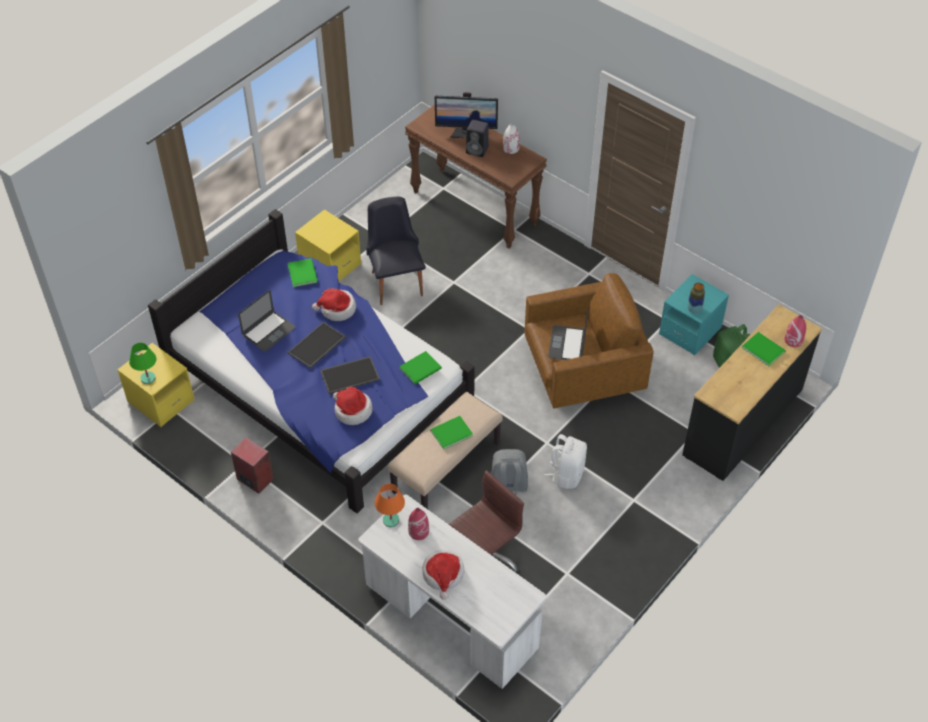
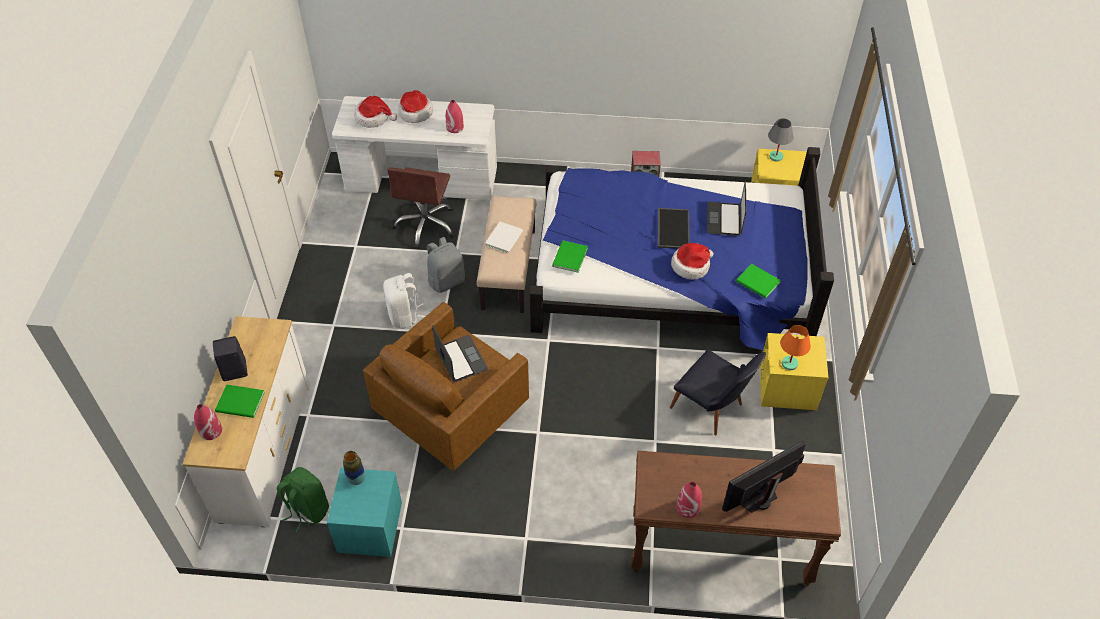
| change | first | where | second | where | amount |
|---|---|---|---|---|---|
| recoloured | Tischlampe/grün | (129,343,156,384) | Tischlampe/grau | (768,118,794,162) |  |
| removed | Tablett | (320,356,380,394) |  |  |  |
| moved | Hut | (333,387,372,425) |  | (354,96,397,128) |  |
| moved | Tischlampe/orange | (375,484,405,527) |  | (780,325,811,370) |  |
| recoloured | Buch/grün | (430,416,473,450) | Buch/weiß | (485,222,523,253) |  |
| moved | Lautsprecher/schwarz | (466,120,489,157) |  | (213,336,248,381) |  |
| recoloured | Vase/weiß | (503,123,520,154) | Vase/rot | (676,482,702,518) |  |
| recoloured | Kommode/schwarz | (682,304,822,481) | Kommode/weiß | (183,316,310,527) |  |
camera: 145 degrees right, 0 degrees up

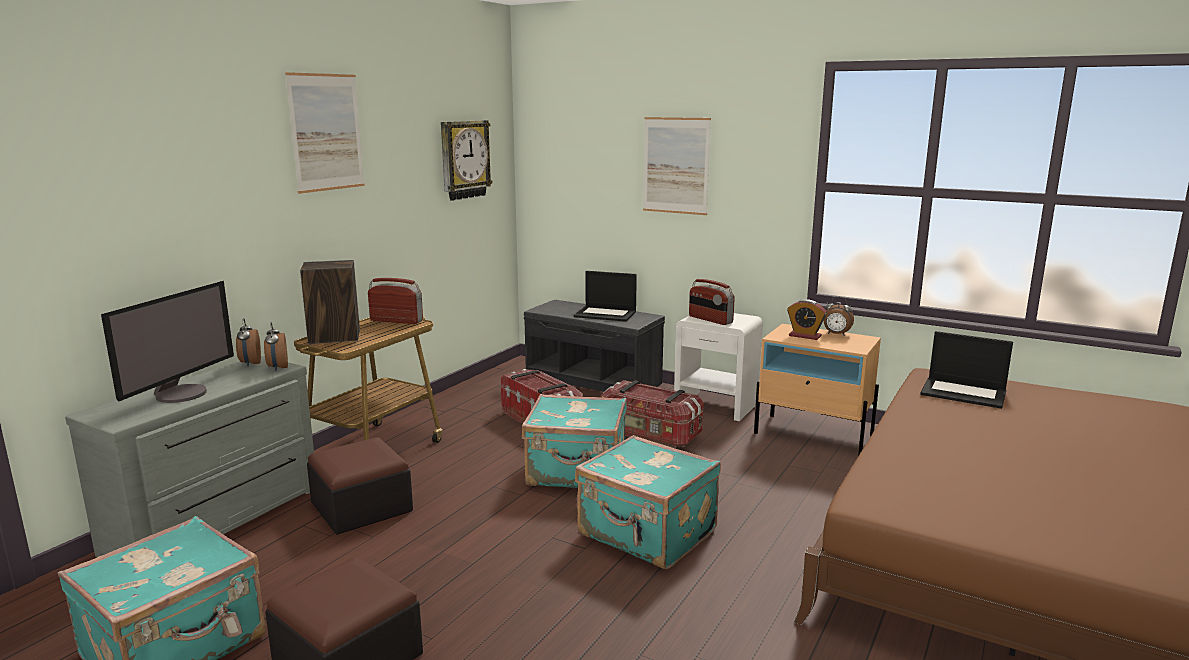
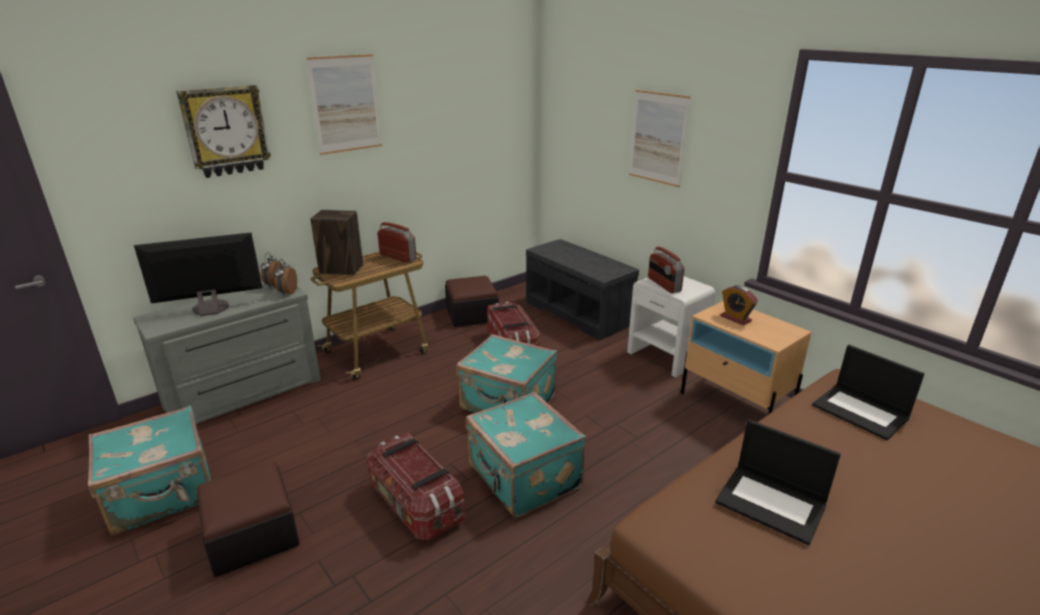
| change | first | where | second | where | amount |
|---|---|---|---|---|---|
| turned | Monitor | (101,281,234,403) |  | (134,232,263,316) | 150 degrees counterclockwise |
| moved | Polsterhocker | (307,437,413,535) |  | (445,276,499,327) |  |
| moved | Wanduhr | (441,120,492,201) |  | (176,85,271,178) |  |
| moved | Laptop | (574,271,637,322) |  | (715,420,841,545) |  |
| moved | Aufbewahrungsbox | (601,380,704,448) |  | (366,432,465,540) |  |
| removed | Wecker | (824,296,854,336) |  |  |  |
camera: 20 degrees right, 10 degrees up

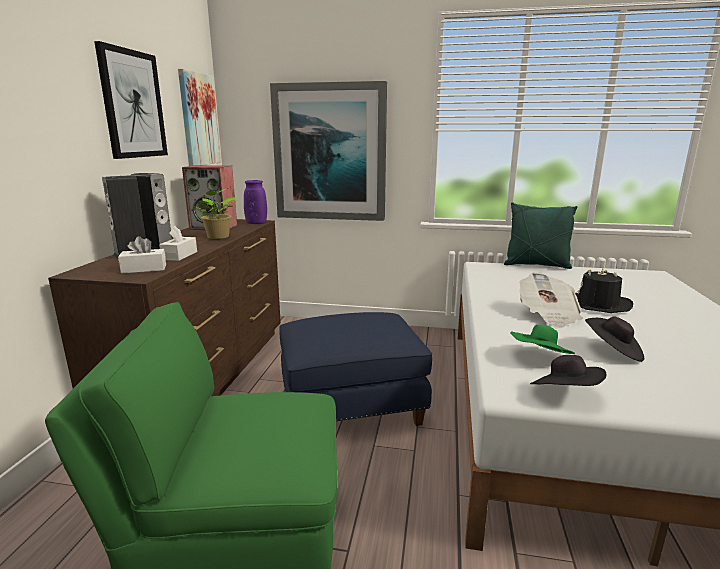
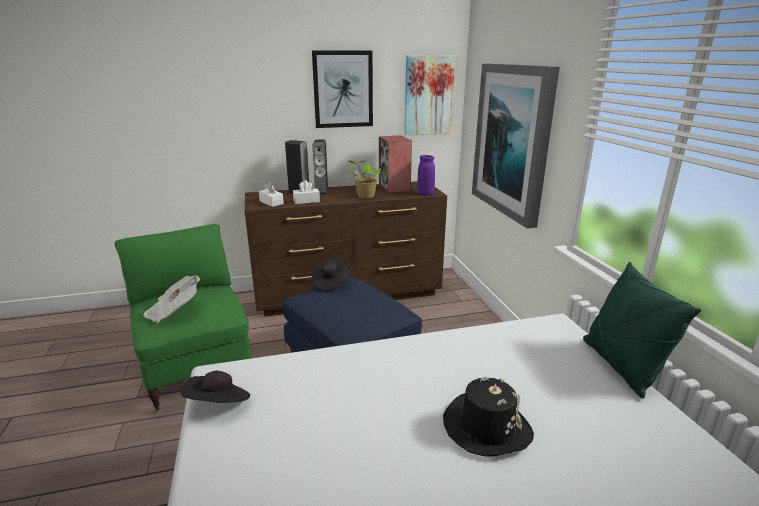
| change | first | where | second | where | amount |
|---|---|---|---|---|---|
| removed | Hut/grün | (510,325,575,354) |  |  |  |
| moved | Zeitung | (519,272,583,329) |  | (143,276,200,323) |  |
| moved | Hut/schwarz | (585,317,644,362) |  | (312,259,350,291) |  |
camera: 65 degrees right, 5 degrees up

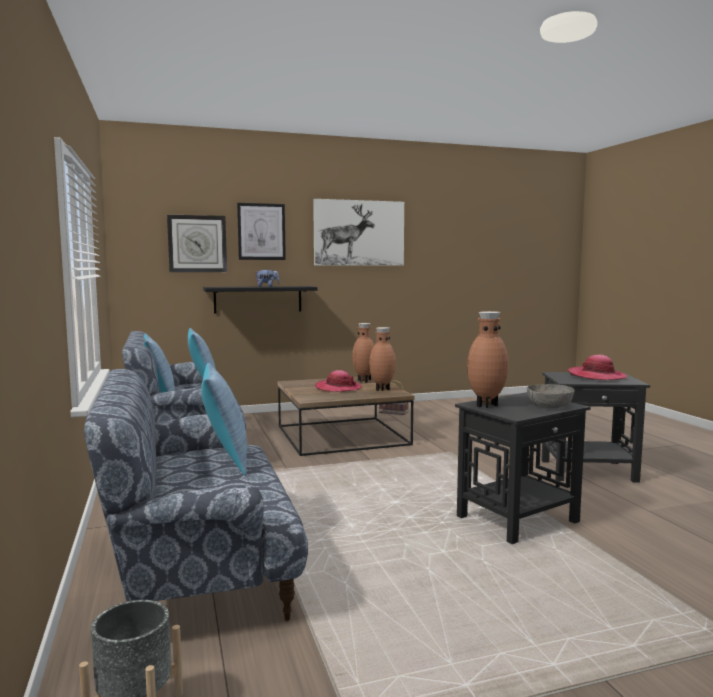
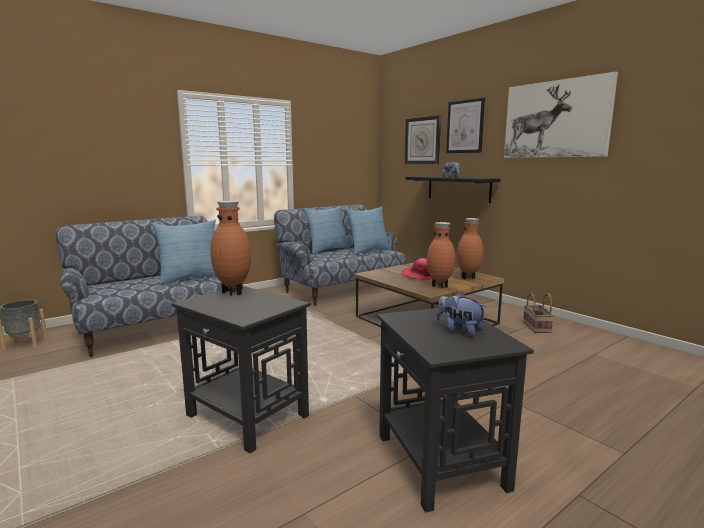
| change | first | where | second | where | amount |
|---|---|---|---|---|---|
| removed | Schüssel/grau | (527,384,575,408) |  |  |  |
| replaced | Hut | (568,355,627,380) | Plüschtier | (436,292,487,337) |  |
camera: 70 degrees right, 5 degrees up

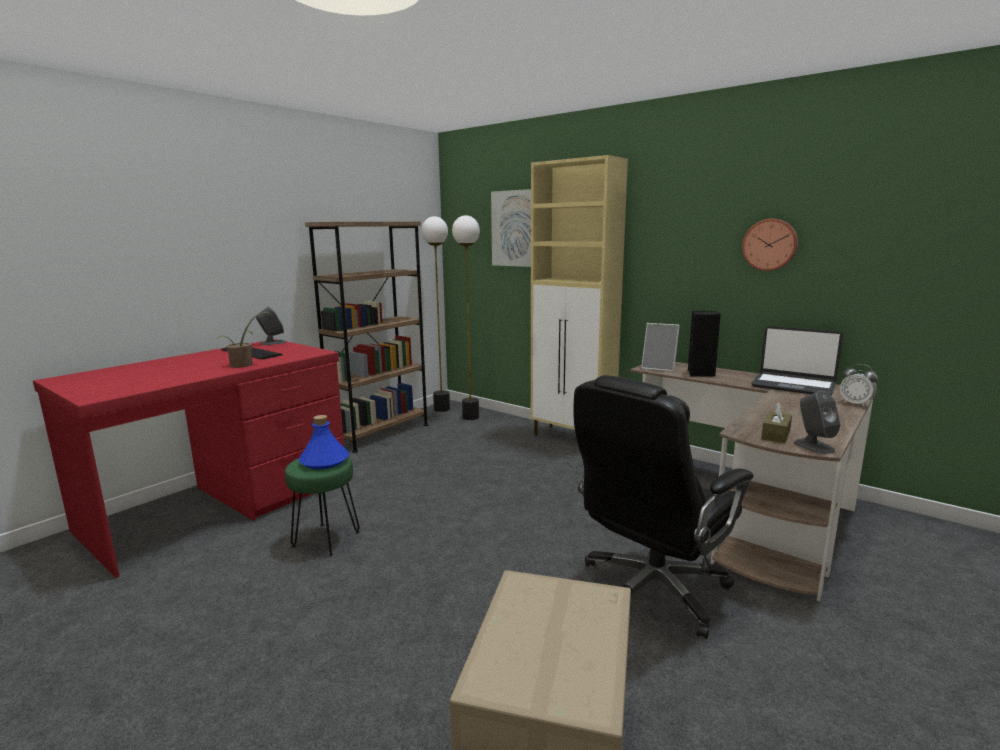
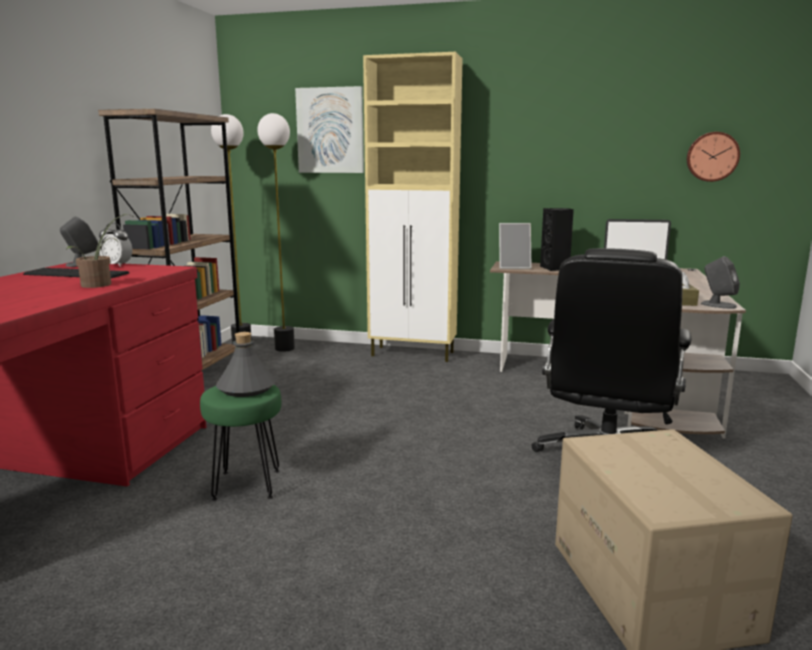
| change | first | where | second | where | amount |
|---|---|---|---|---|---|
| recoloured | Flasche/blau | (299,415,349,470) | Flasche/grau | (216,332,276,397) |  |
| moved | Wanduhr | (742,219,798,271) |  | (687,132,740,182) |  |
| moved | Wecker | (840,364,878,407) |  | (99,223,132,267) |  |
camera: 25 degrees left, 0 degrees up

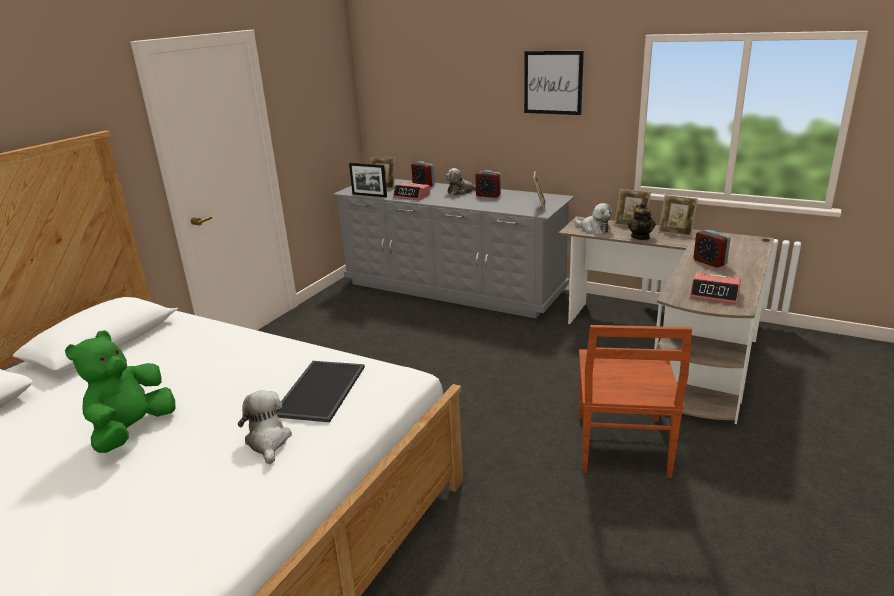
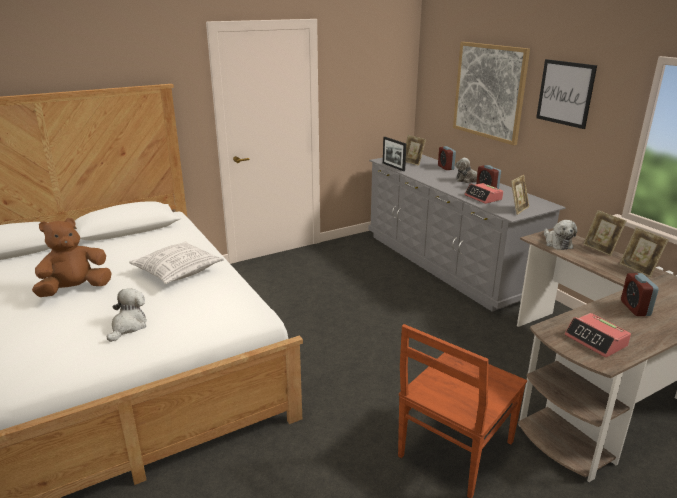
| change | first | where | second | where | amount |
|---|---|---|---|---|---|
| recoloured | Plüschtier/grün | (65,330,175,453) | Plüschtier/braun | (32,218,112,297) |  |
| removed | Tablett | (277,361,365,422) |  |  |  |
| moved | Wecker | (393,183,430,200) |  | (464,183,503,204) |  |
| removed | Teekanne | (627,202,656,240) |  |  |  |
| added |  |  | Kissen | (129,241,224,284) |  |
| added |  |  | Bild | (453,42,530,145) |  |
camera: 30 degrees right, 0 degrees up

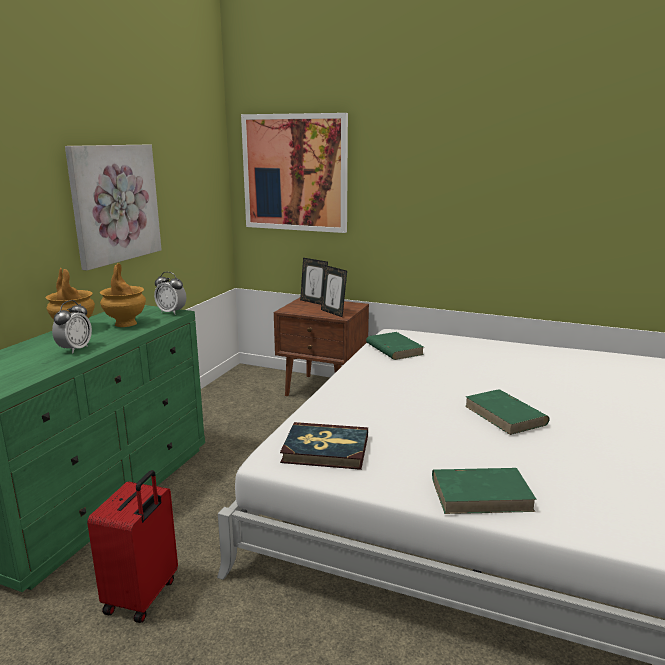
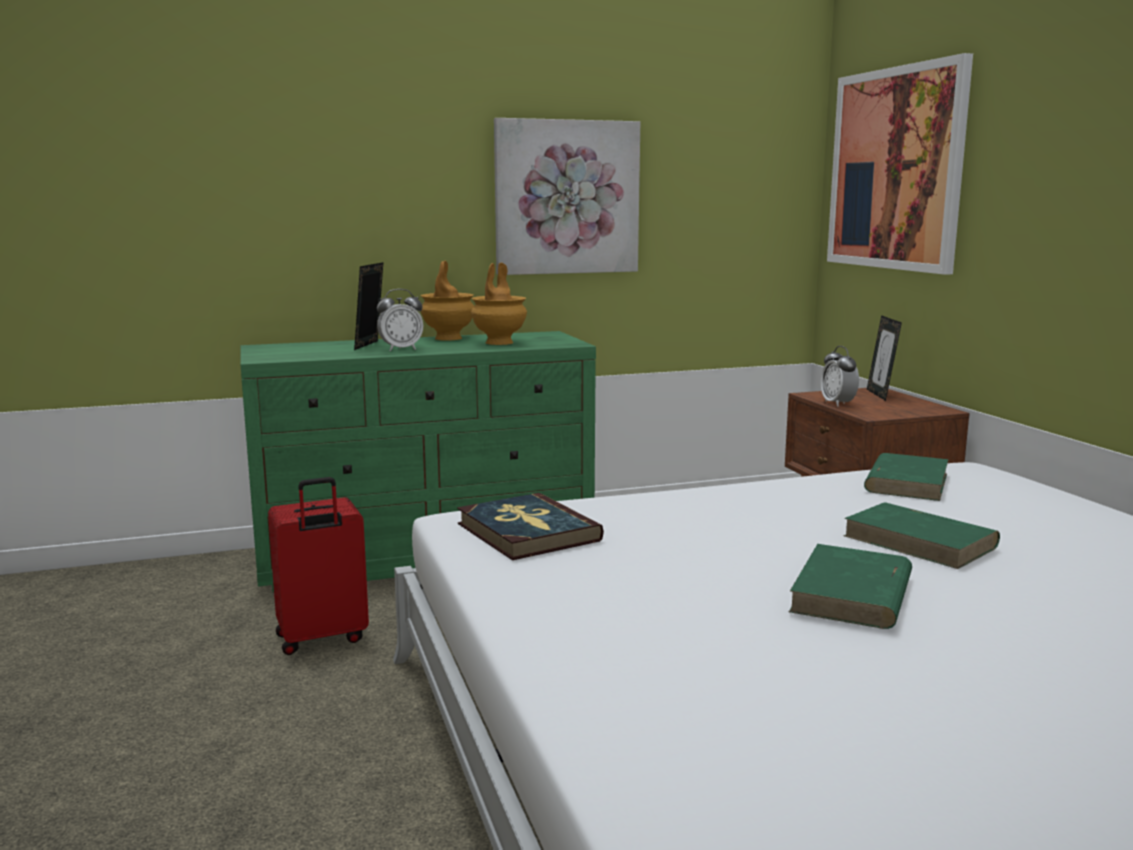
| change | first | where | second | where | amount |
|---|---|---|---|---|---|
| moved | Wecker | (154,272,186,315) |  | (821,346,859,407) |  |
| moved | Bilderrahmen | (321,265,347,317) |  | (354,262,383,350) |  |
| moved | Buch/grün | (432,468,537,514) |  | (843,502,1000,569) |  |
camera: 50 degrees right, 5 degrees down

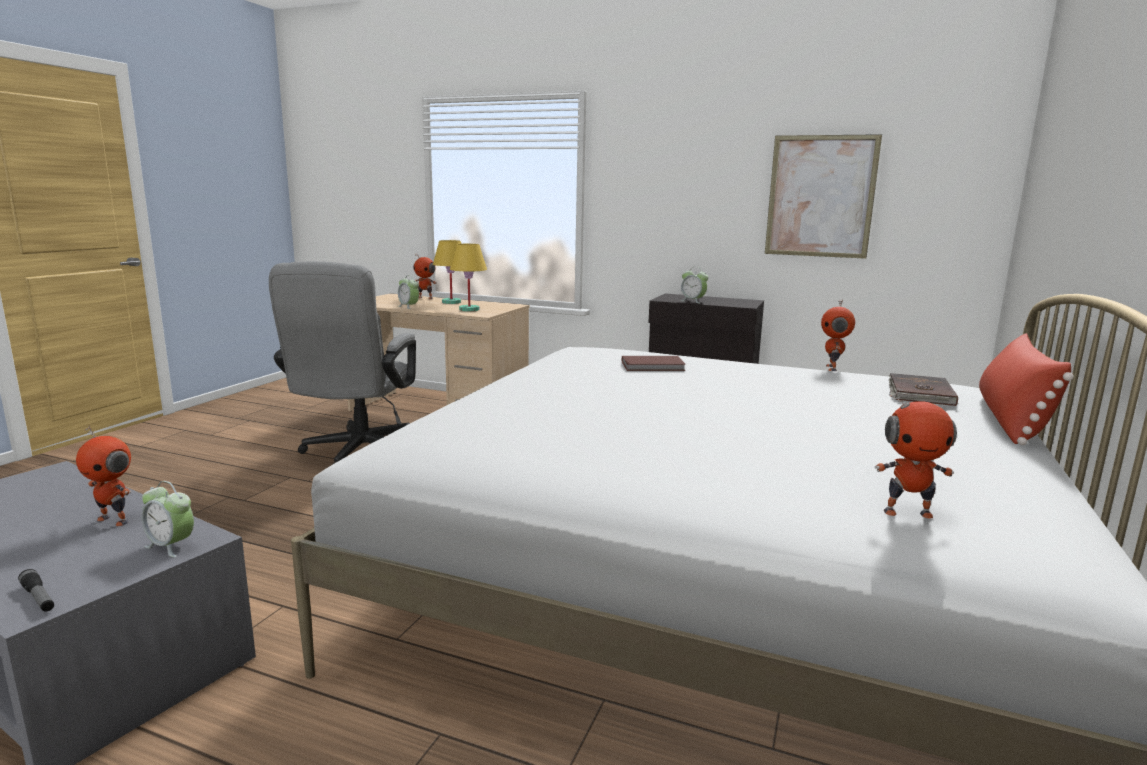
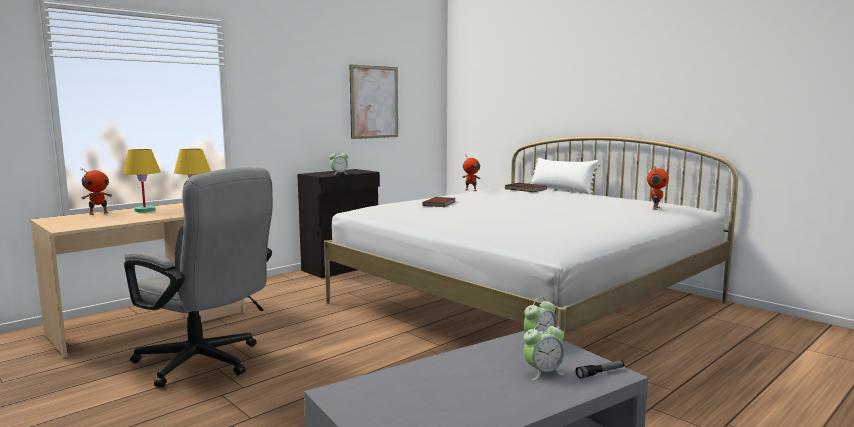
| change | first | where | second | where | amount |
|---|---|---|---|---|---|
| removed | Spielzeugroboter | (76,425,131,526) |  |  |  |
| moved | Wecker | (398,275,419,309) |  | (524,321,565,380) |  |
| recoloured | Kissen/rot | (979,333,1074,445) | Kissen/weiß | (531,157,601,194) |  |
camera: 65 degrees left, 5 degrees down

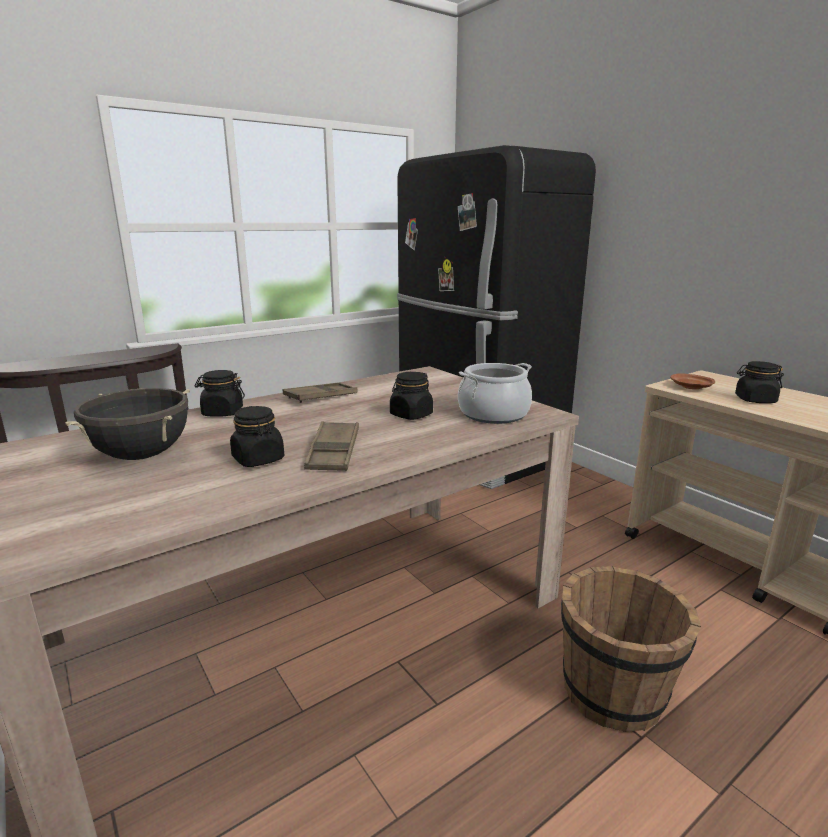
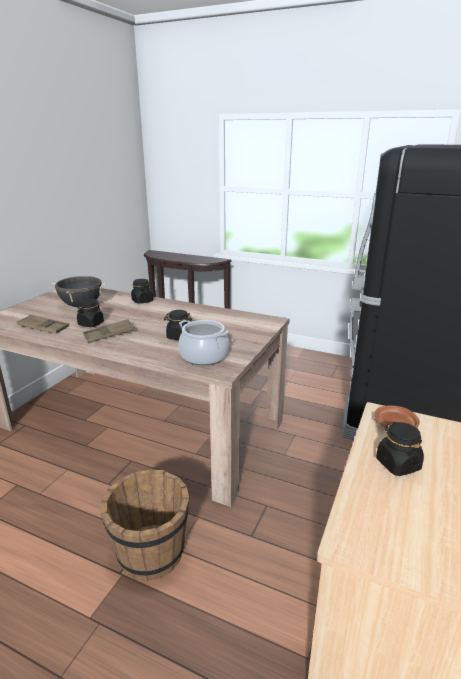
| change | first | where | second | where | amount |
|---|---|---|---|---|---|
| moved | Tablett/braun | (283,382,358,403) |  | (17,315,69,334) |  |
camera: 60 degrees right, 5 degrees up

